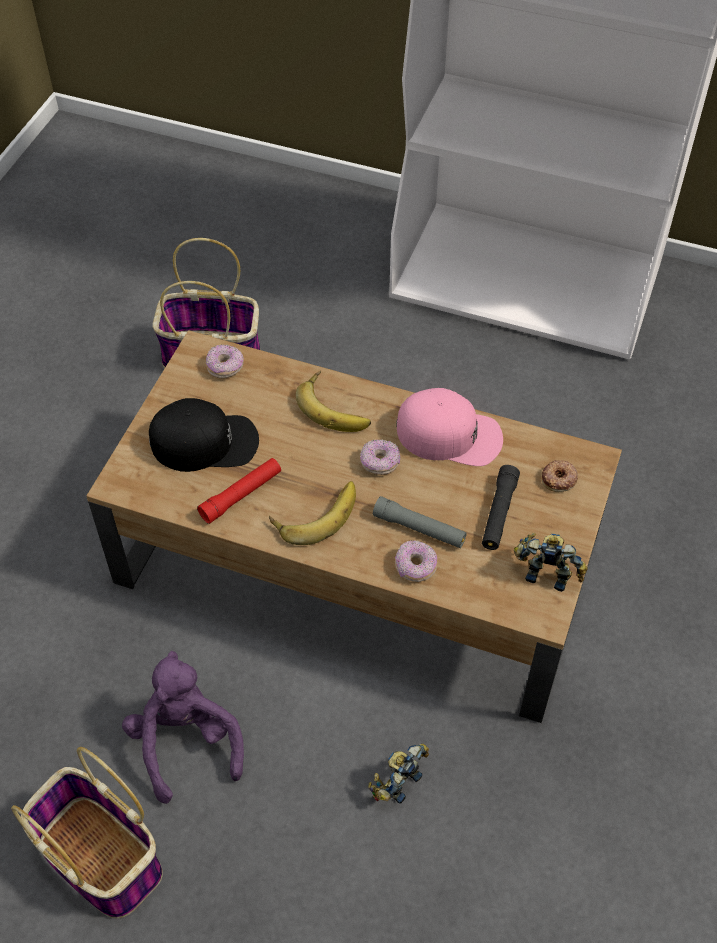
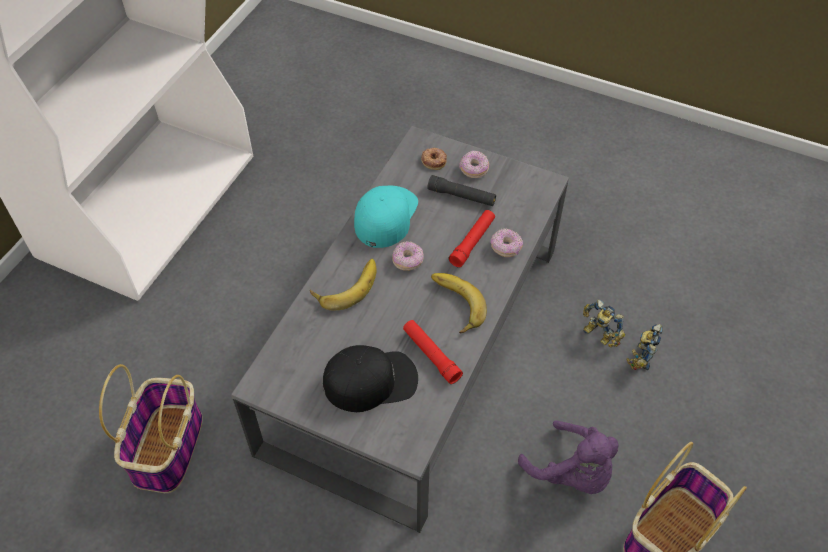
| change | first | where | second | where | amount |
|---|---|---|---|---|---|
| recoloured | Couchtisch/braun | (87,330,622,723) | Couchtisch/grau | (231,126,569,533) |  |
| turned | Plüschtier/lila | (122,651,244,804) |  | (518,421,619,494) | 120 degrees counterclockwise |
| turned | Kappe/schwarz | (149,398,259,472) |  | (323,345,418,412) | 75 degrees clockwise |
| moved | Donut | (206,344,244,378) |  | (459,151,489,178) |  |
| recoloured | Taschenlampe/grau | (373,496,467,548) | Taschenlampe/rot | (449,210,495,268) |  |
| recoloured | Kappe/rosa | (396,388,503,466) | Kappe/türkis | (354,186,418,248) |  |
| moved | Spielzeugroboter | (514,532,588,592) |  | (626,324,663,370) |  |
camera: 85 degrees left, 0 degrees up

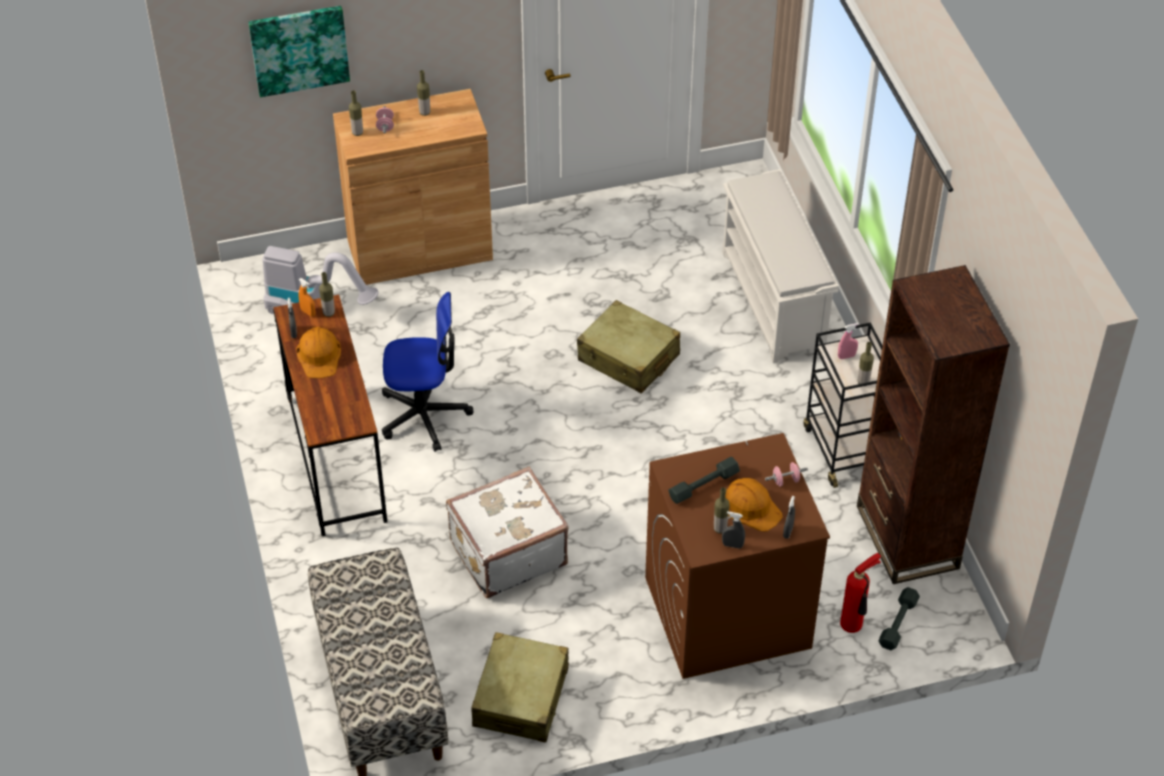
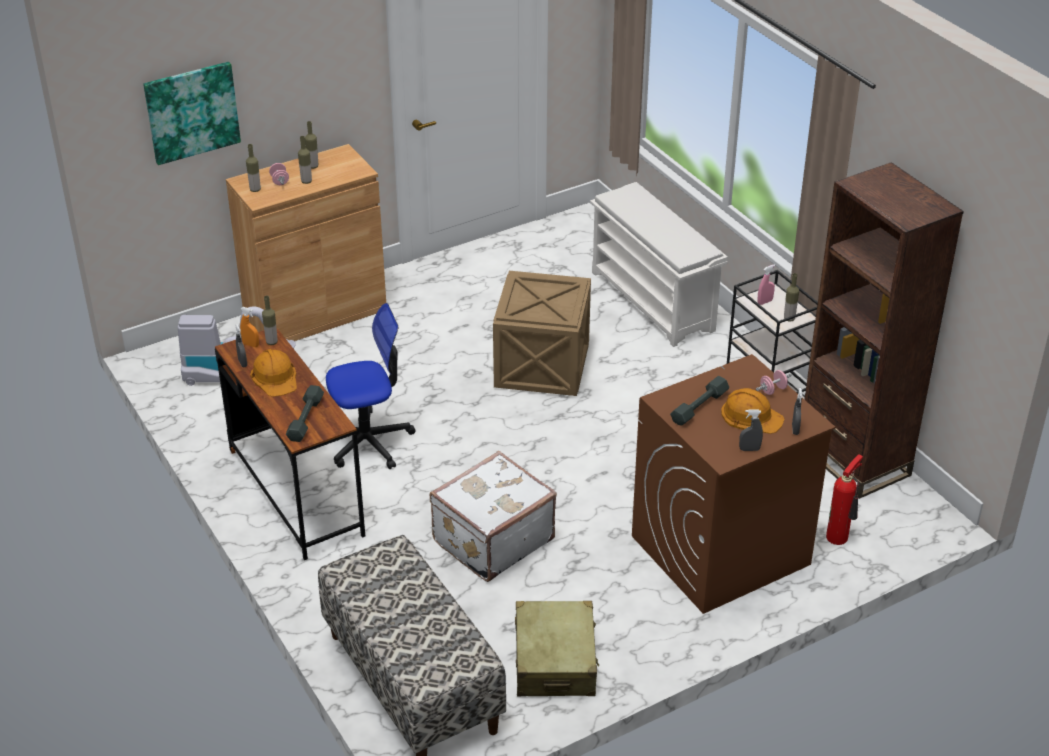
| change | first | where | second | where | amount |
|---|---|---|---|---|---|
| replaced | Koffer/beige | (577,300,680,393) | Kiste | (493,271,591,396) |  |
| moved | Flasche | (714,487,730,534) |  | (298,136,312,184) |  |
| moved | Hantel/grau | (879,587,920,650) |  | (286,385,324,442) |  |
camera: 15 degrees left, 10 degrees down

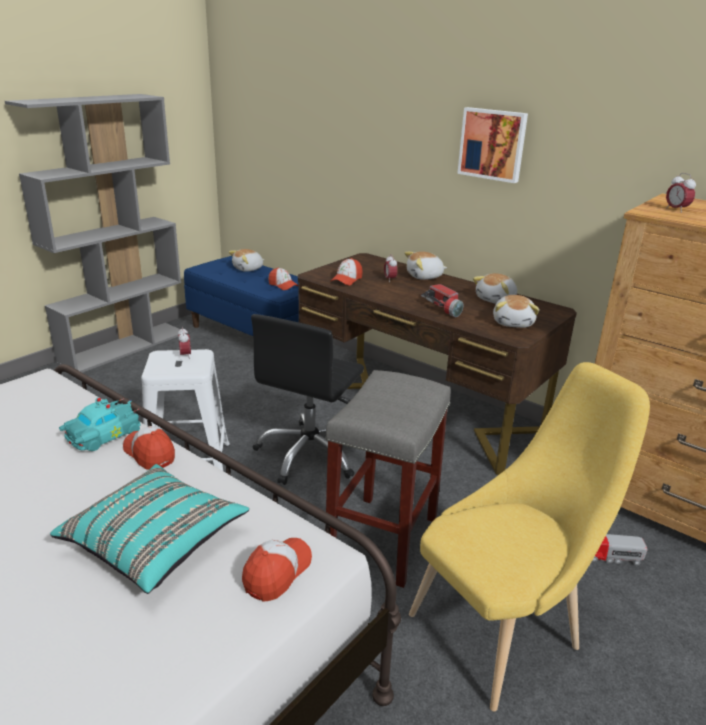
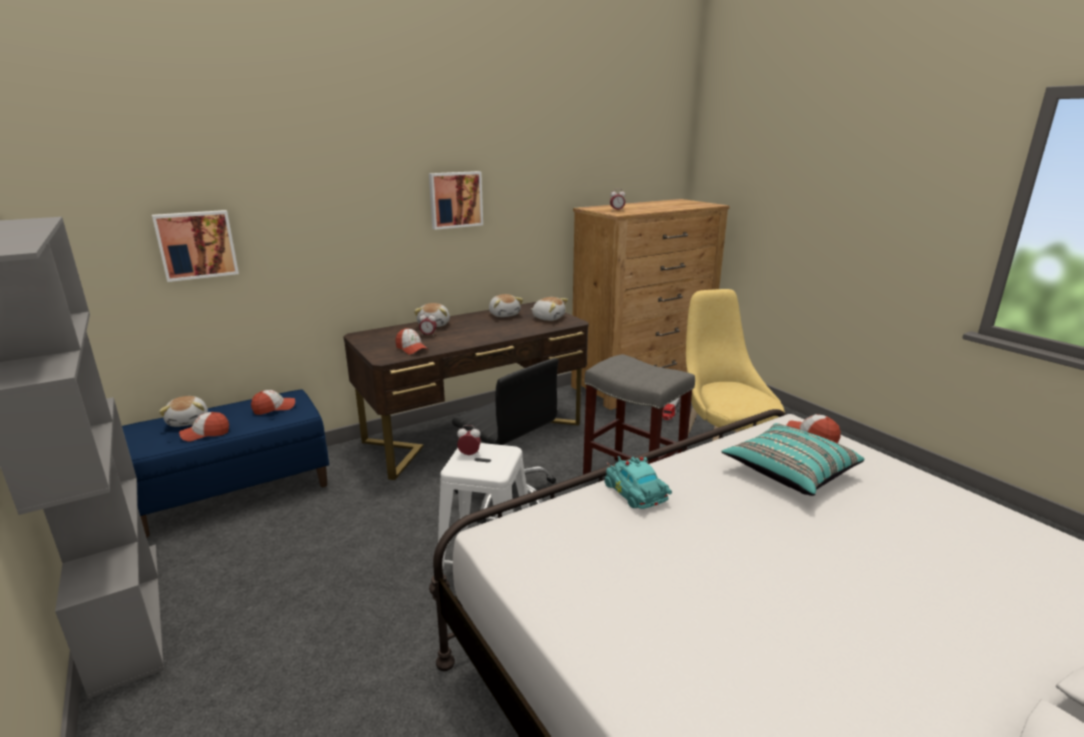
| change | first | where | second | where | amount |
|---|---|---|---|---|---|
| moved | Kappe | (123,426,175,470) |  | (179,412,229,442) |  |
| removed | Taschenlampe | (421,284,463,317) |  |  |  |
| added |  |  | Bild | (152,210,239,282) |  |
camera: 70 degrees left, 5 degrees down

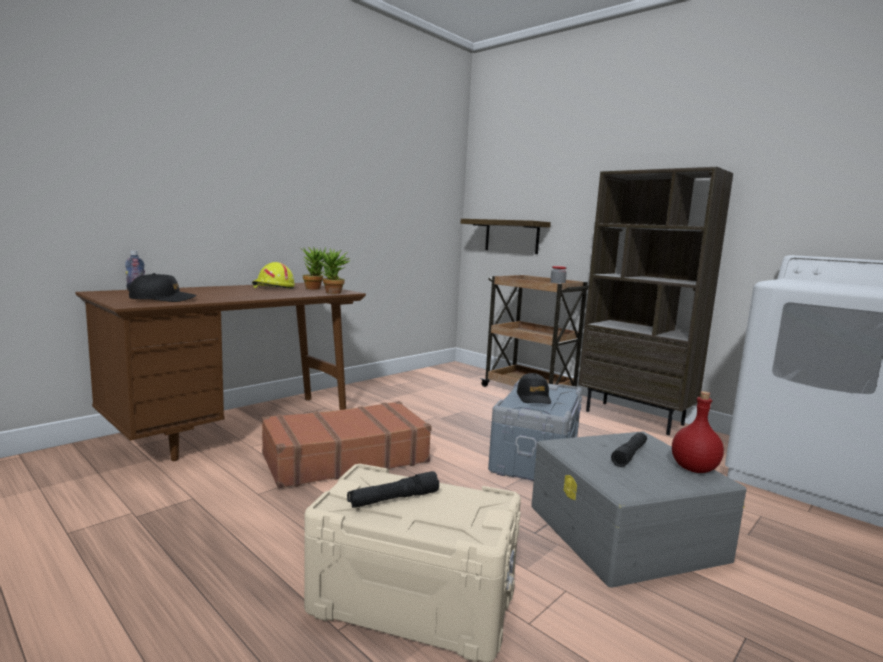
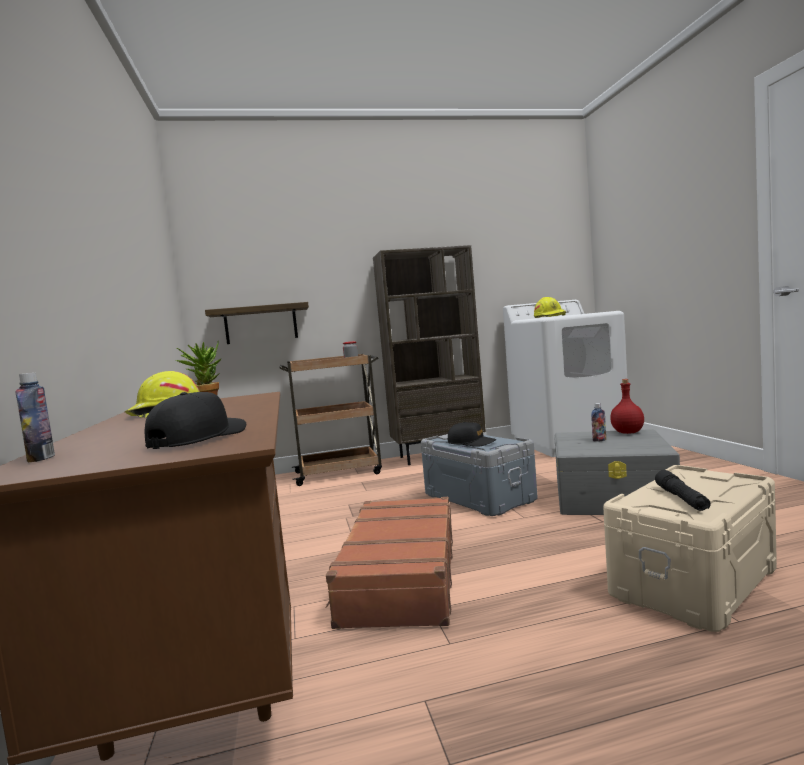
| change | first | where | second | where | amount |
|---|---|---|---|---|---|
| removed | Topfpflanze | (319,248,351,294) |  |  |  |
| replaced | Taschenlampe/schwarz | (611,432,647,467) | Flasche | (591,403,606,442) |  |
| added |  |  | Schutzhelm/gelb | (534,297,566,318) |  |
camera: 55 degrees left, 5 degrees down

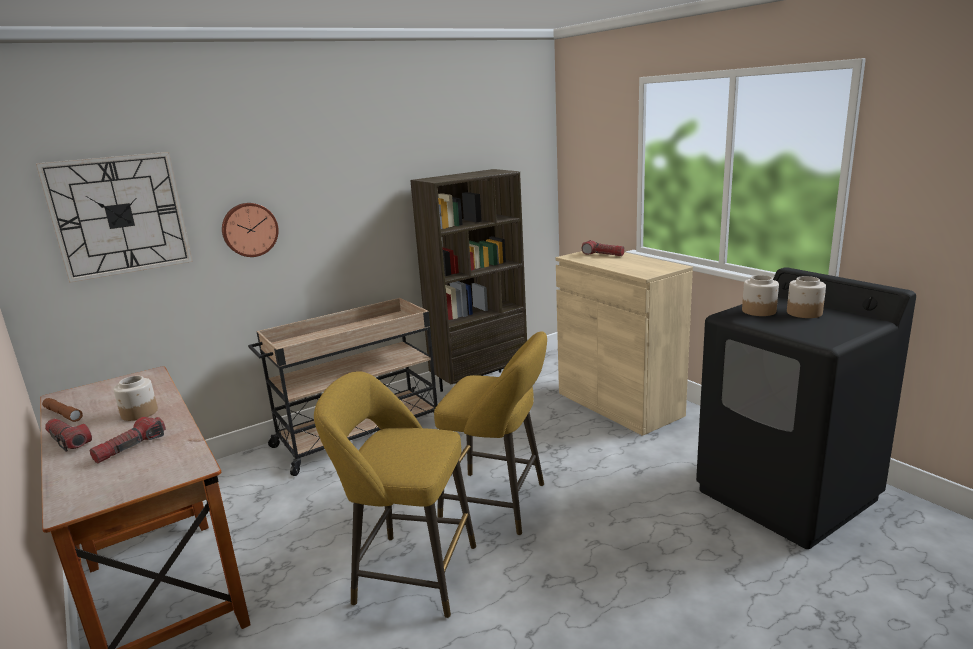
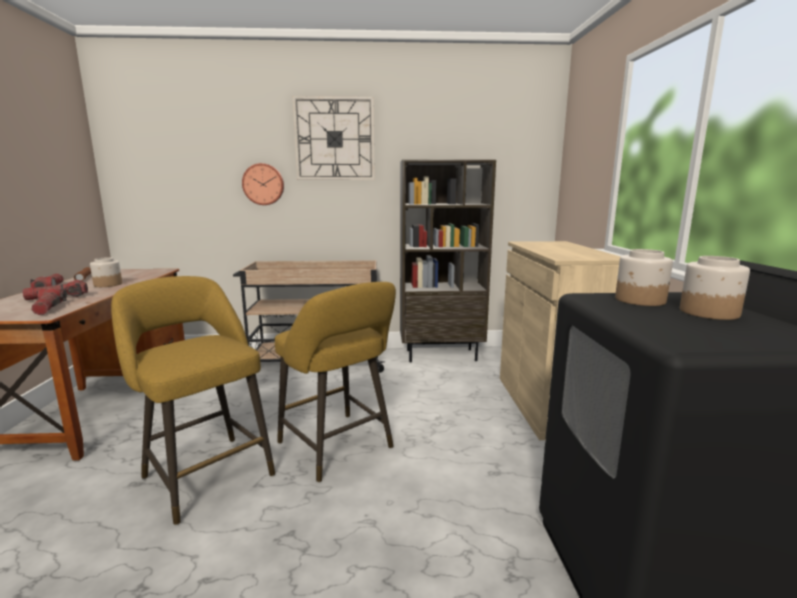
| change | first | where | second | where | amount |
|---|---|---|---|---|---|
| moved | Wanduhr | (36,152,193,283) |  | (293,96,375,180) |  |
| moved | Taschenlampe | (582,240,625,256) |  | (31,287,67,315) |  |
camera: 30 degrees right, 5 degrees down

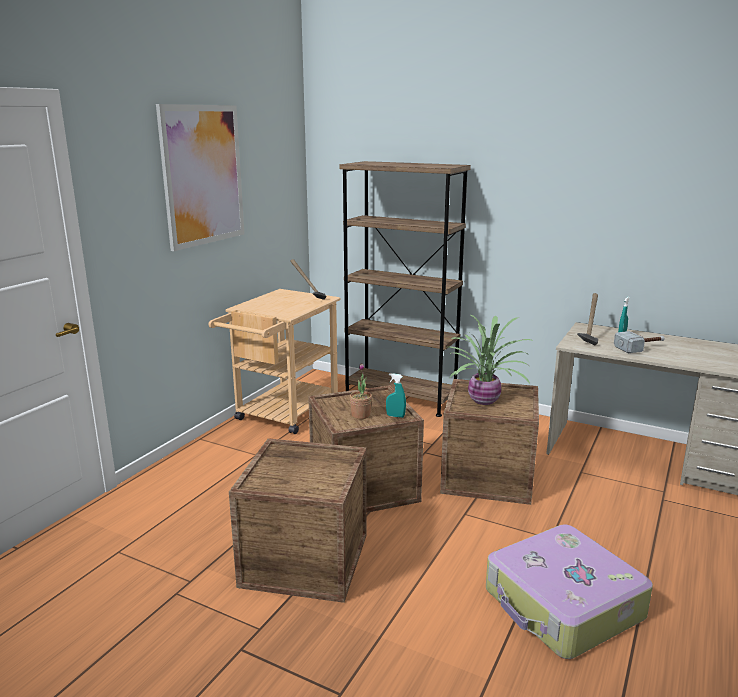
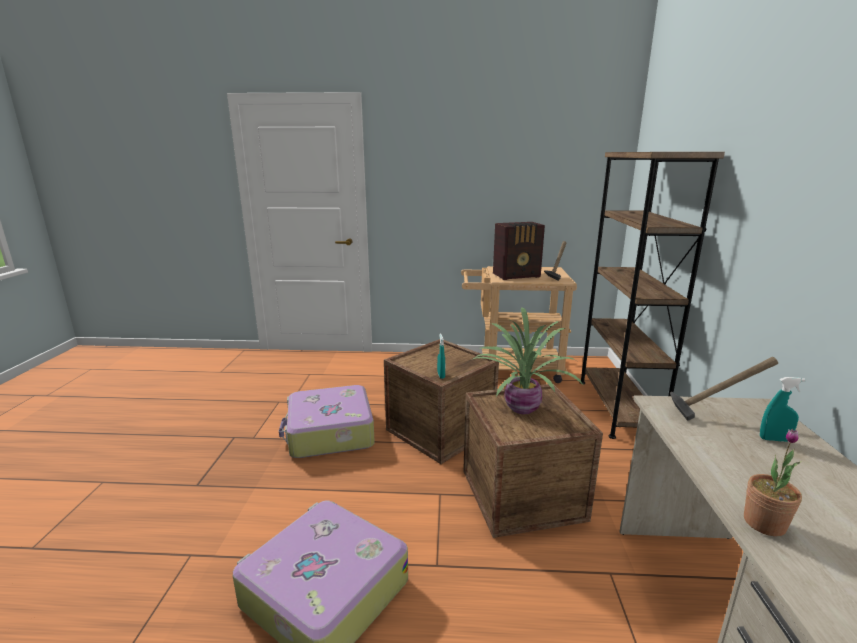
| change | first | where | second | where | amount |
|---|---|---|---|---|---|
| removed | Bild | (156,104,244,251) |  |  |  |
| replaced | Kiste | (229,438,367,603) | Koffer | (279,385,375,458) |  |
| moved | Topfpflanze | (350,363,372,419) |  | (744,429,802,536) |  |
| removed | Hammer | (614,331,665,353) |  |  |  |
| added |  |  | Radio | (493,222,545,280) |  |
camera: 65 degrees right, 0 degrees up

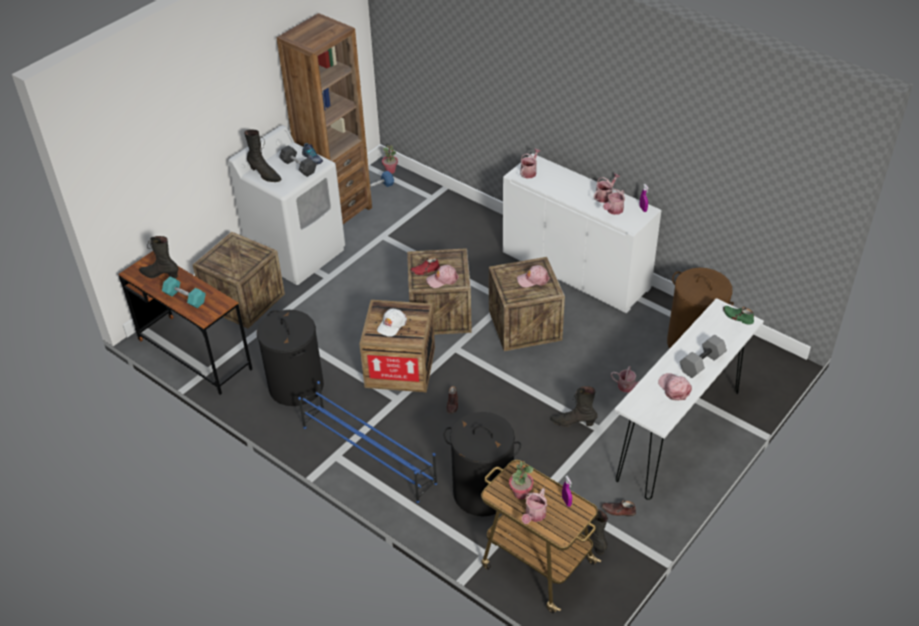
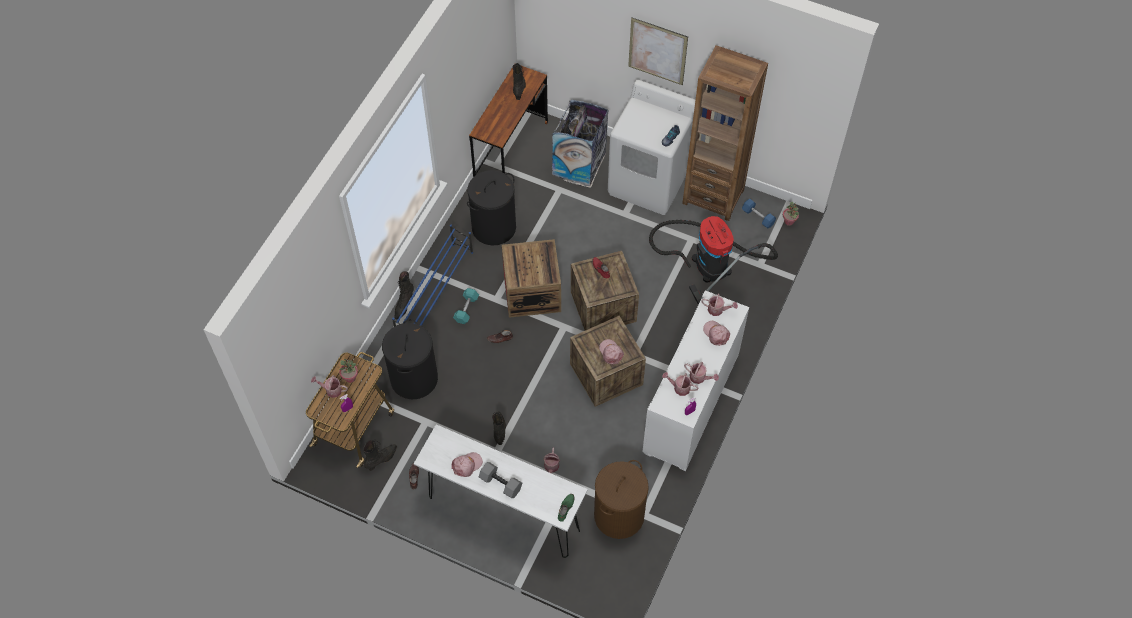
| change | first | where | second | where | amount |
|---|---|---|---|---|---|
| moved | Hantel/türkis | (162,276,206,308) |  | (453,288,479,324) |  |
| replaced | Kiste | (193,231,285,329) | Mülleimer | (552,100,608,188) |  |
| moved | Stiefel/schwarz | (244,129,281,182) |  | (394,271,414,319) |  |
| removed | Hantel/grau | (279,145,316,177) |  |  |  |
| removed | Kappe/weiß | (377,309,407,337) |  |  |  |
| moved | Kappe/rosa | (426,265,459,288) |  | (703,321,730,346) |  |
| added |  |  | Bild | (628,18,688,85) |  |
| added |  |  | Staubsauger | (649,216,778,305) |  |
camera: 75 degrees right, 15 degrees up

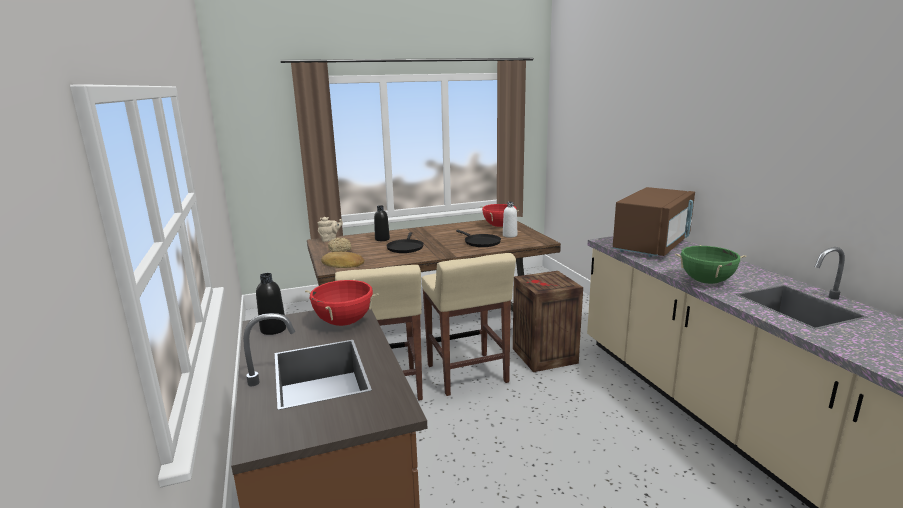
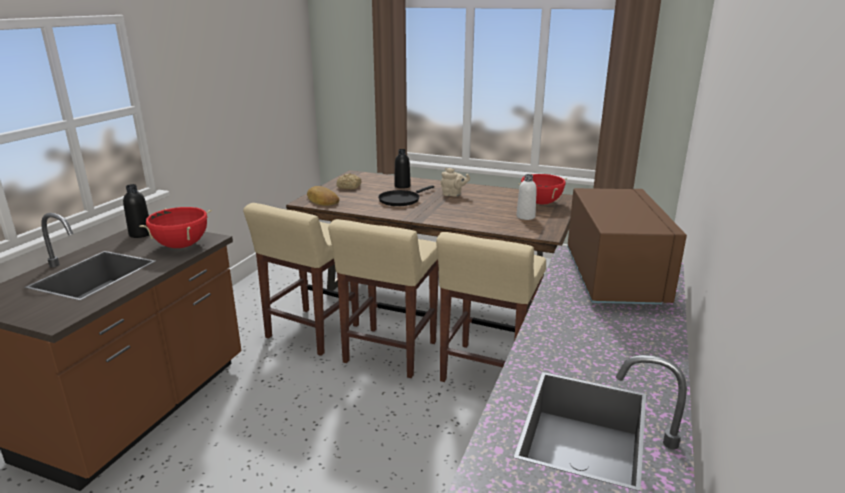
| change | first | where | second | where | amount |
|---|---|---|---|---|---|
| moved | Teekanne/beige | (318,217,343,242) |  | (441,168,470,197) |  |
| removed | Pfanne/schwarz | (456,230,501,247) |  |  |  |
| replaced | Kiste | (513,271,583,372) | Hocker/beige | (436,232,546,382) |  |
| turned | Mikrowelle/braun | (612,187,695,257) |  | (567,188,687,305) | 75 degrees counterclockwise |
| removed | Kochtopf/grün | (675,245,746,284) |  |  |  |
camera: 40 degrees right, 5 degrees up

